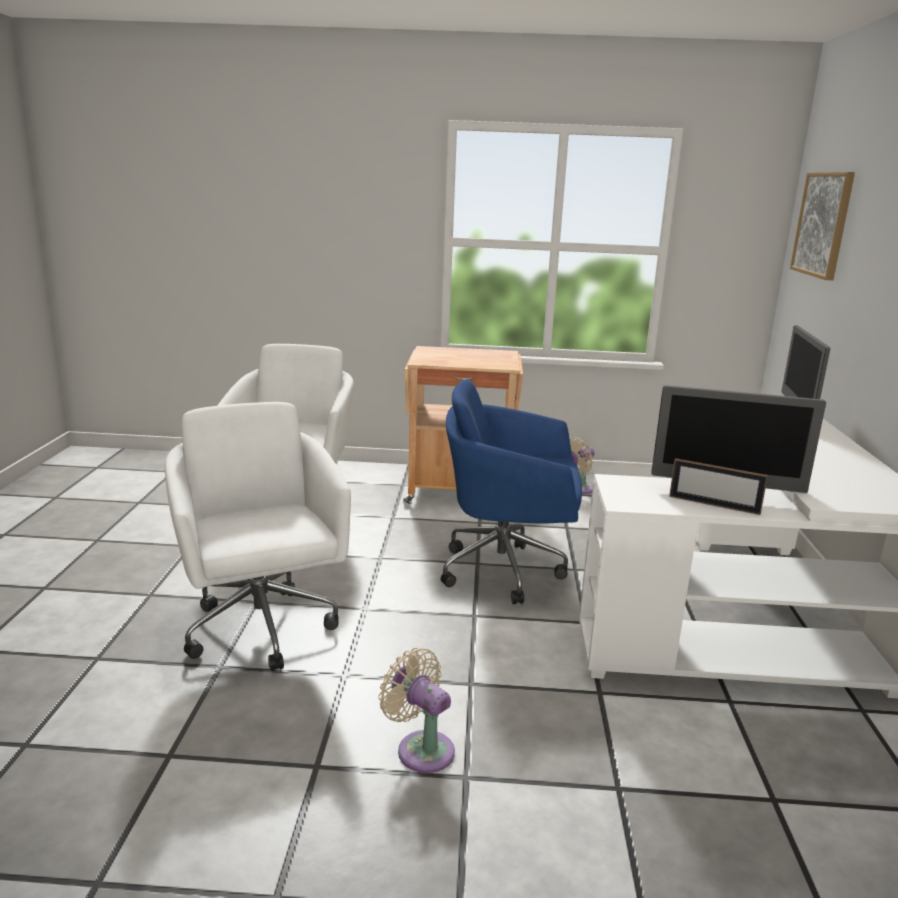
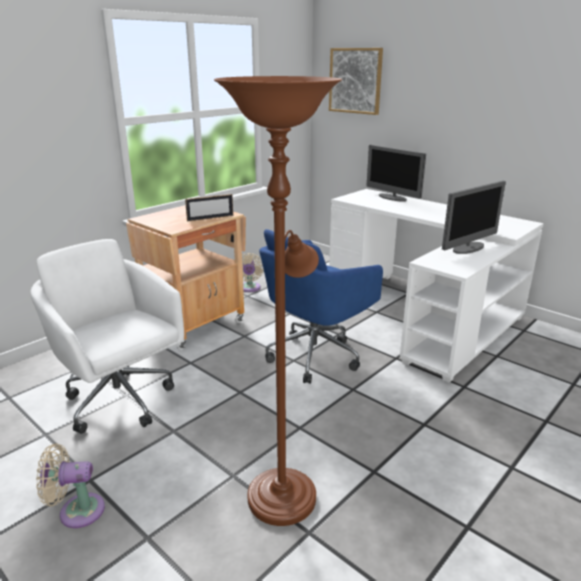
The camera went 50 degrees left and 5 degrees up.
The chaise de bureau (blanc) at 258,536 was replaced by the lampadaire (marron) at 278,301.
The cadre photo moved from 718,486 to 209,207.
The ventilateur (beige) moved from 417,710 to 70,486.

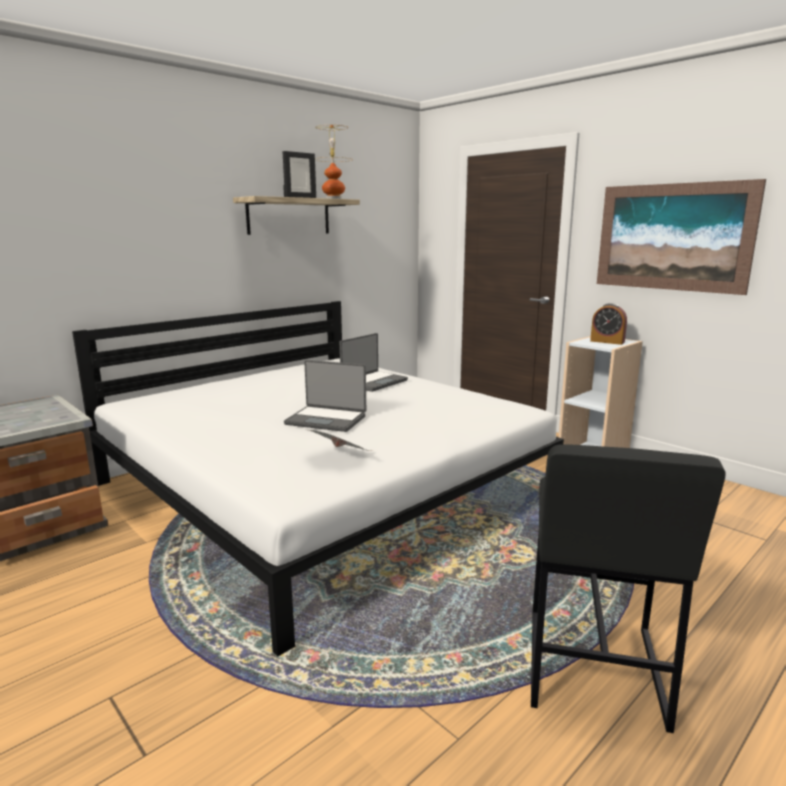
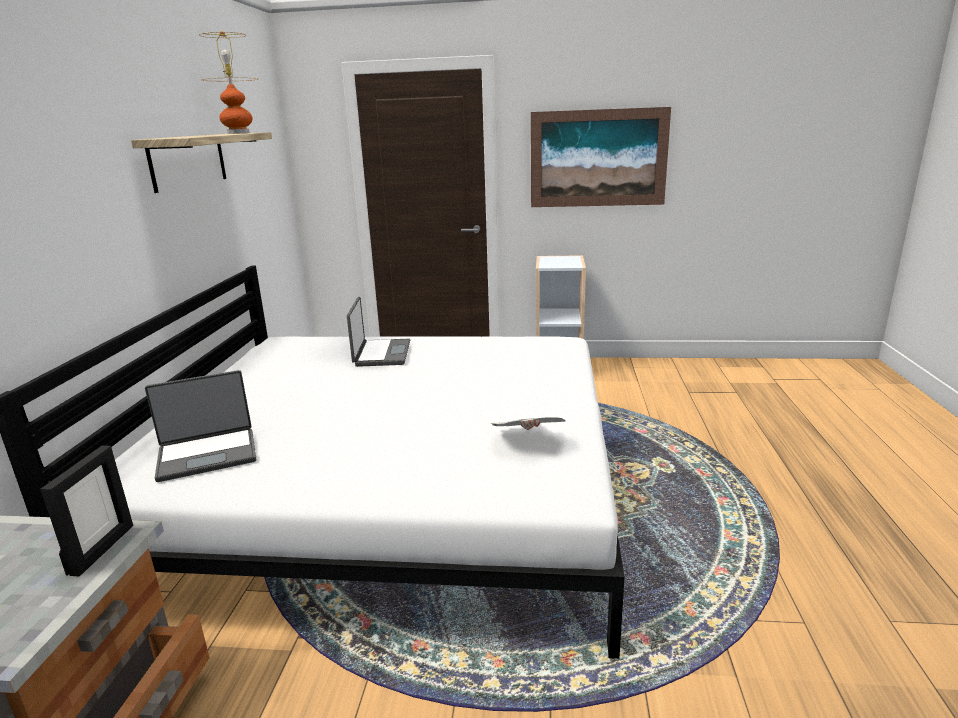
The camera went 40 degrees left and 5 degrees up.
The cadre photo moved from 299,174 to 86,511.
The réveil at 608,324 disappeared.
The ordinateur portable moved from 325,396 to 201,426.
The chaise (noir) at 628,588 disappeared.

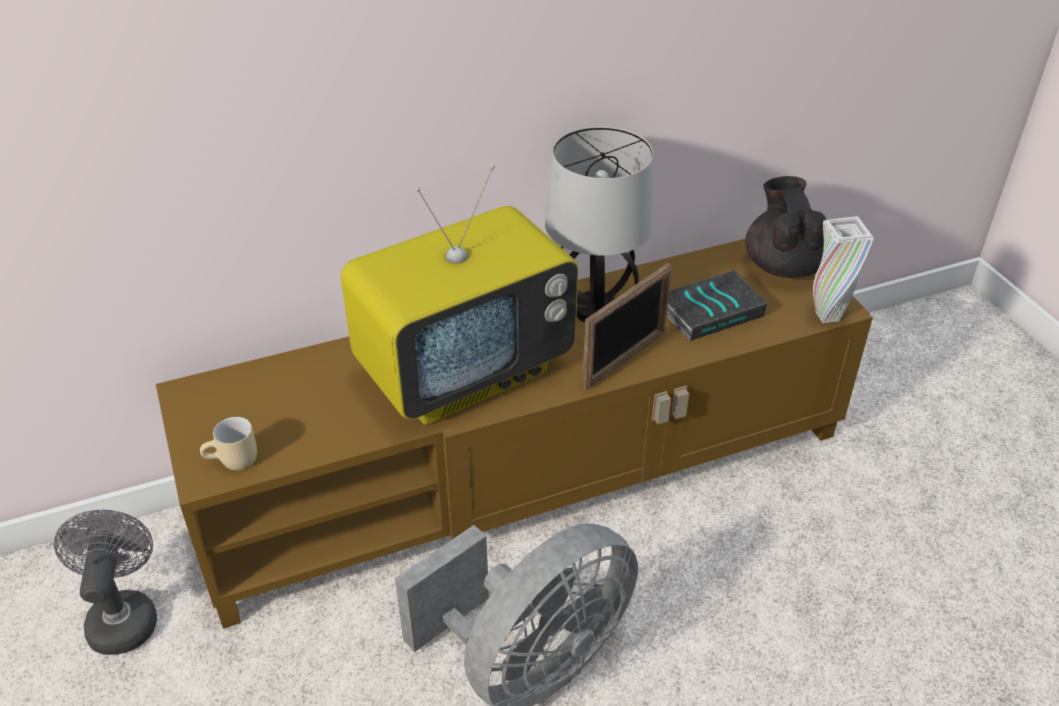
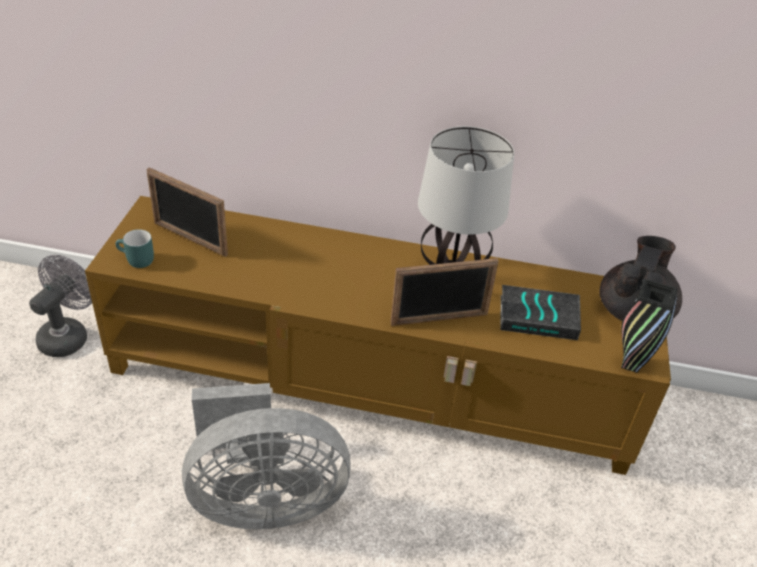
The camera went 30 degrees right and 0 degrees up.
The téléviseur at 459,294 disappeared.
The vase (blanc) at 843,269 became the vase (noir) at 649,326.
The mug (beige) at 228,443 became the mug (turquoise) at 134,248.
The cadre photo at 187,212 appeared.

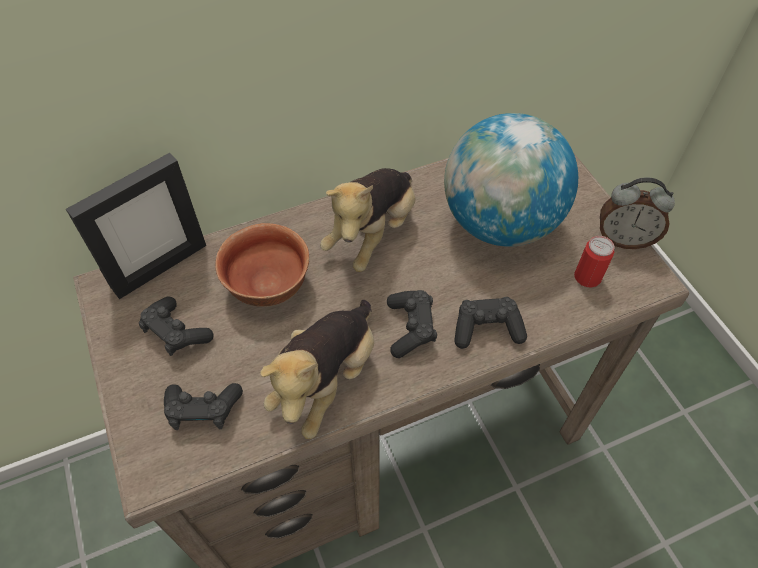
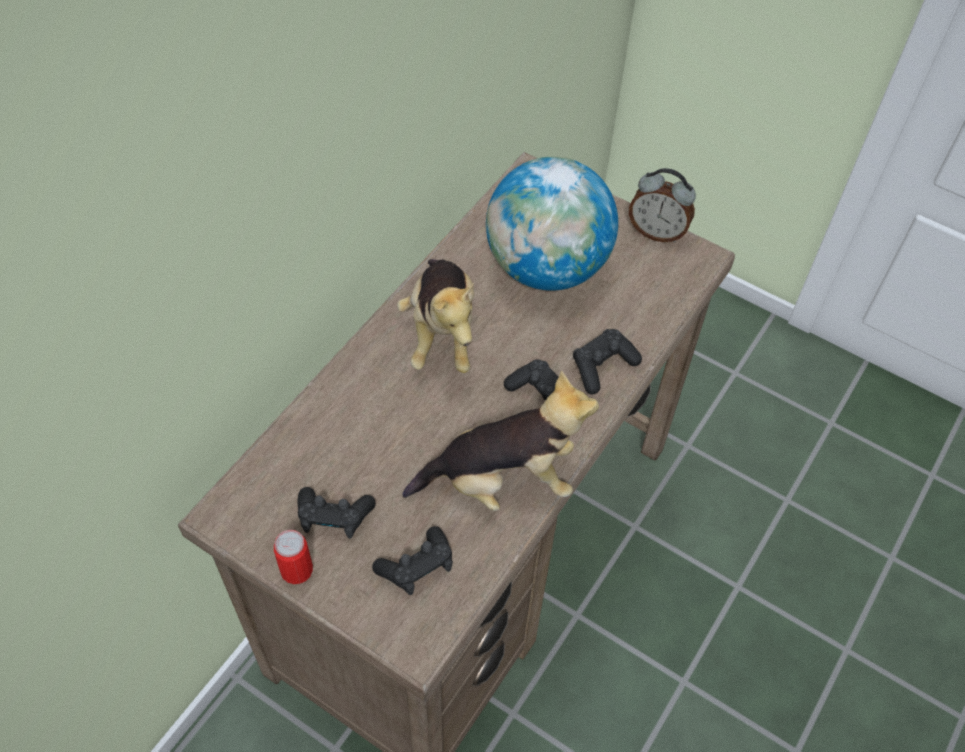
The camera went 35 degrees left and 0 degrees up.
The cadre photo at 136,226 disappeared.
The réveil at 637,213 turned 45 degrees clockwise.
The bol at 262,265 disappeared.
The boîte métallique moved from 594,261 to 293,557.
The peluche at 317,369 turned 90 degrees counterclockwise.

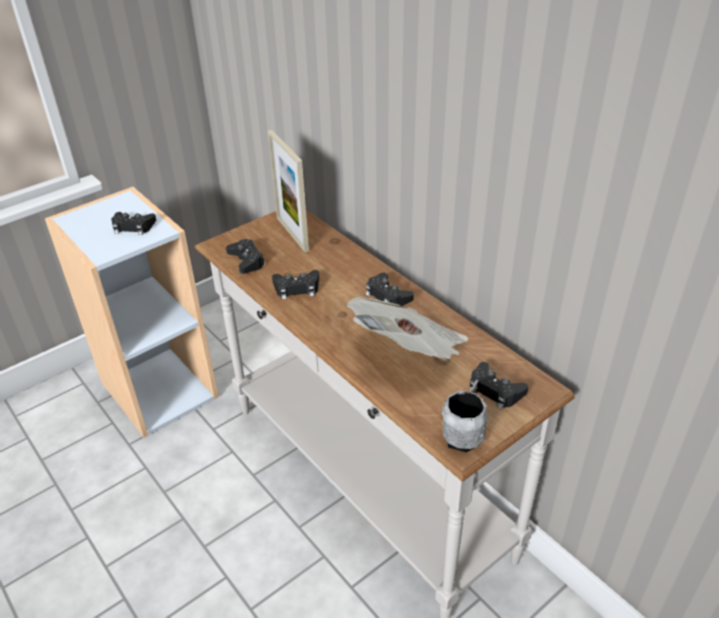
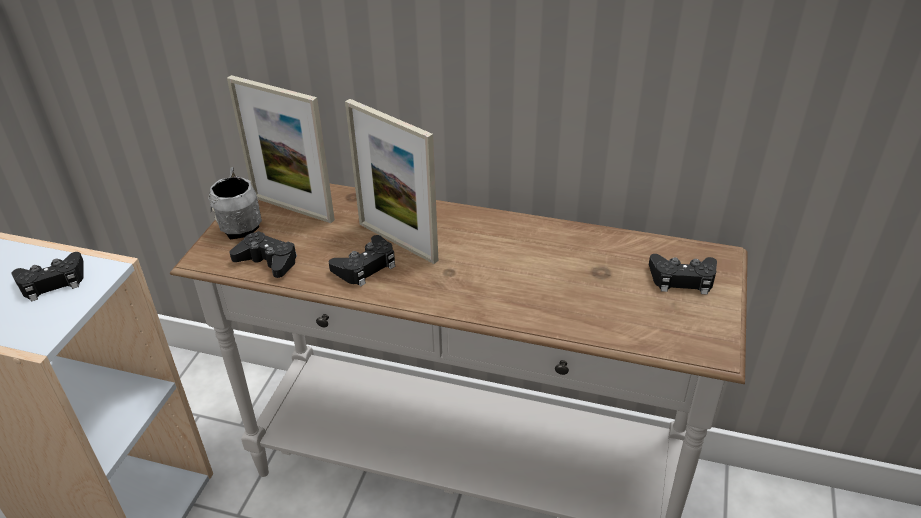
The camera went 35 degrees left and 0 degrees up.
The manette (noir) at 390,289 disappeared.
The journal at 407,328 disappeared.
The mug (gris) moved from 464,416 to 235,203.
The cadre photo at 391,181 appeared.

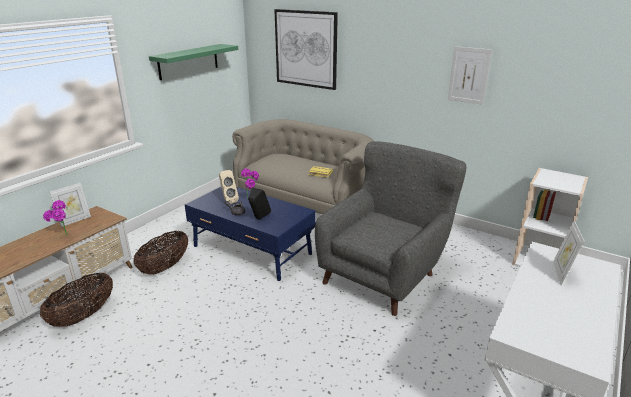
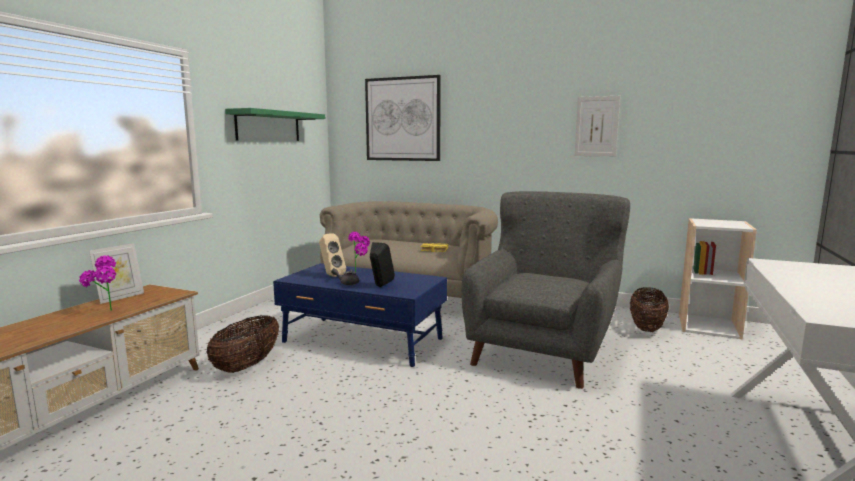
The camera went 10 degrees left and 15 degrees down.
The cadre photo at 568,252 disappeared.
The panier moved from 76,299 to 649,309.

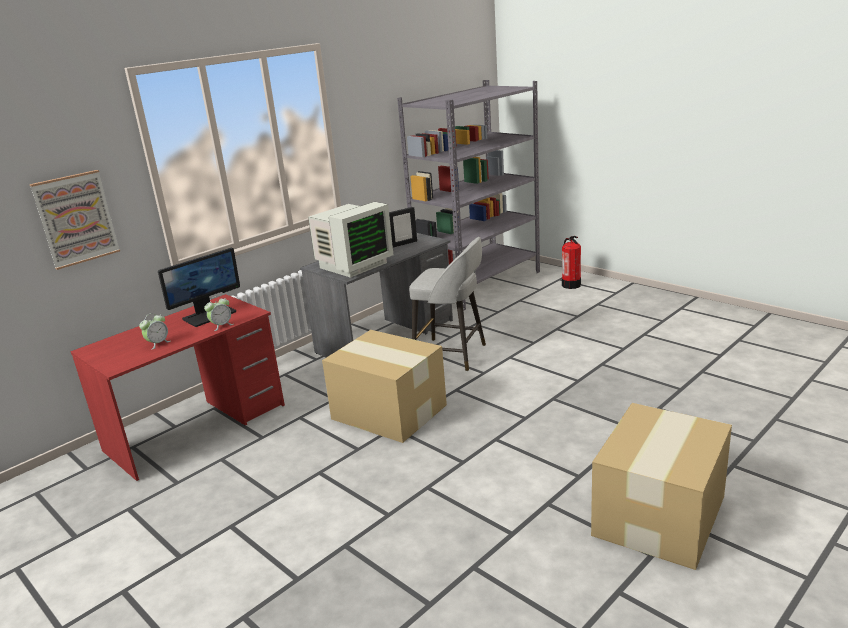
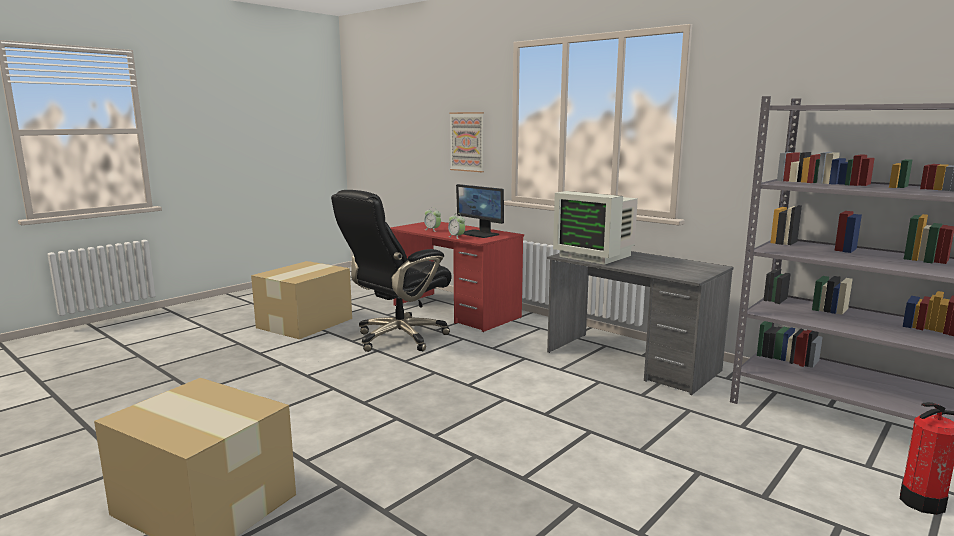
The camera went 85 degrees right and 10 degrees down.
The cadre photo at 403,227 disappeared.
The tabouret (gris) at 447,304 disappeared.
The carton moved from 384,386 to 301,300.
The chaise de bureau (noir) at 391,271 appeared.

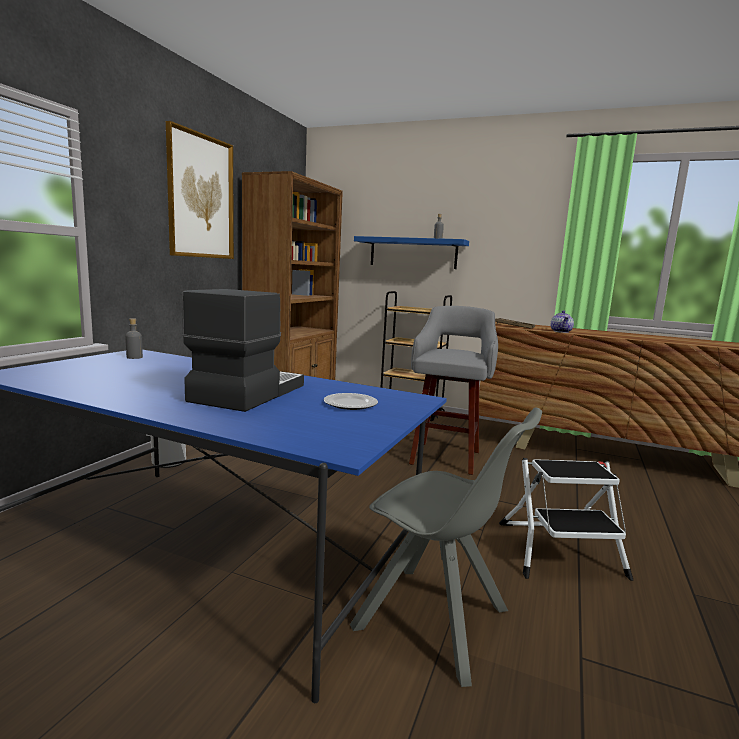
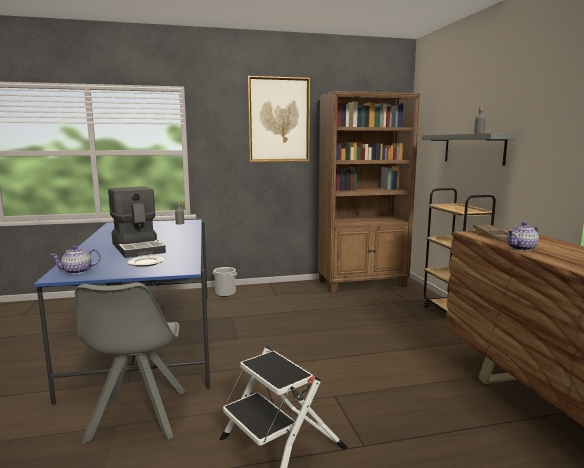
The camera went 55 degrees right and 0 degrees up.
The étagère (bleu) at 411,252 became the étagère (gris) at 469,149.
The machine à café at 243,350 turned 75 degrees clockwise.
The tabouret (gris) at 453,390 disappeared.
The théière at 75,260 appeared.

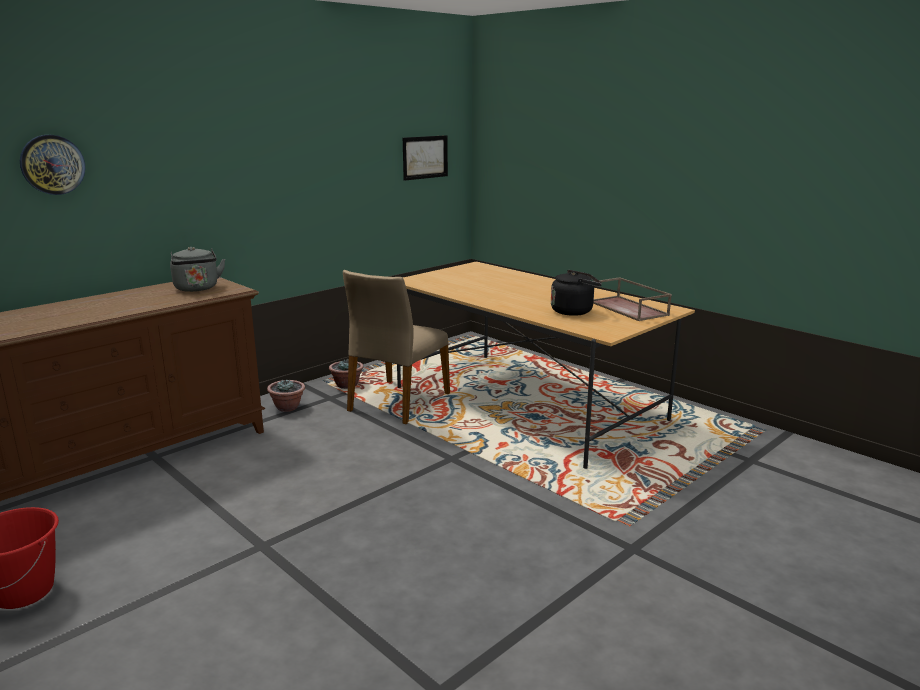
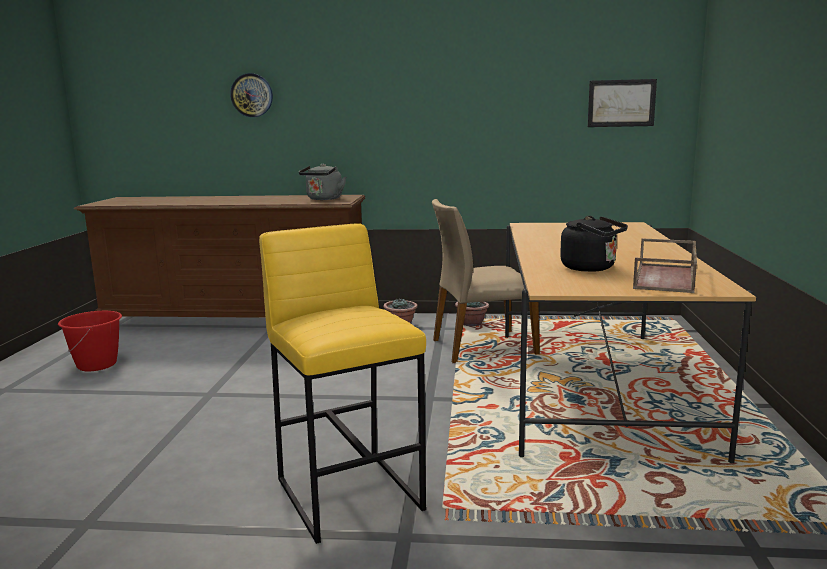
The camera went 50 degrees right and 5 degrees down.
The tabouret (jaune) at 342,383 appeared.

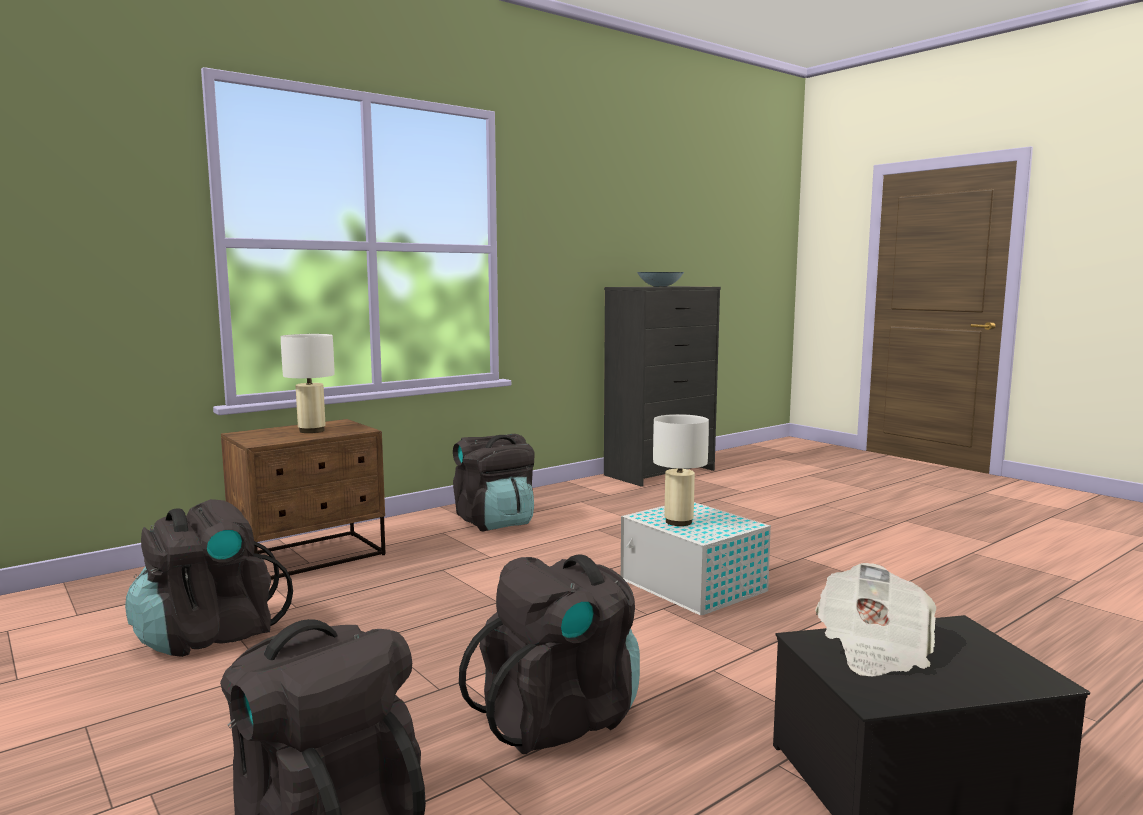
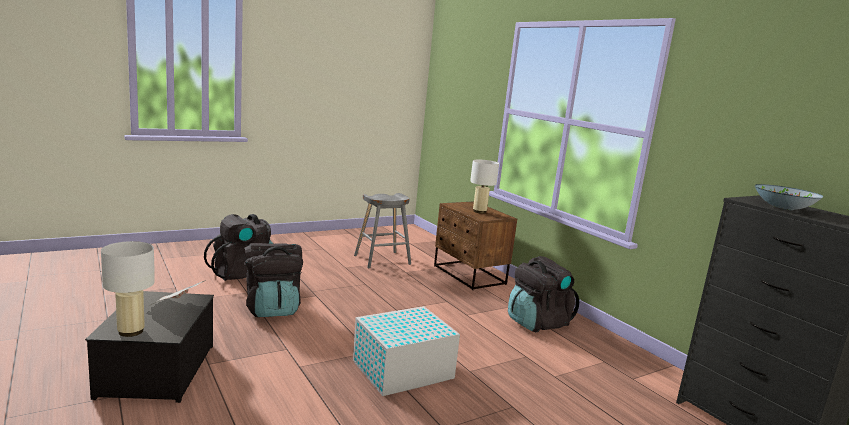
The camera went 95 degrees right and 5 degrees up.
The lampe de table (blanc) moved from 681,470 to 128,289.
The sac à dos (noir) at 209,578 was replaced by the tabouret (gris) at 382,231.

